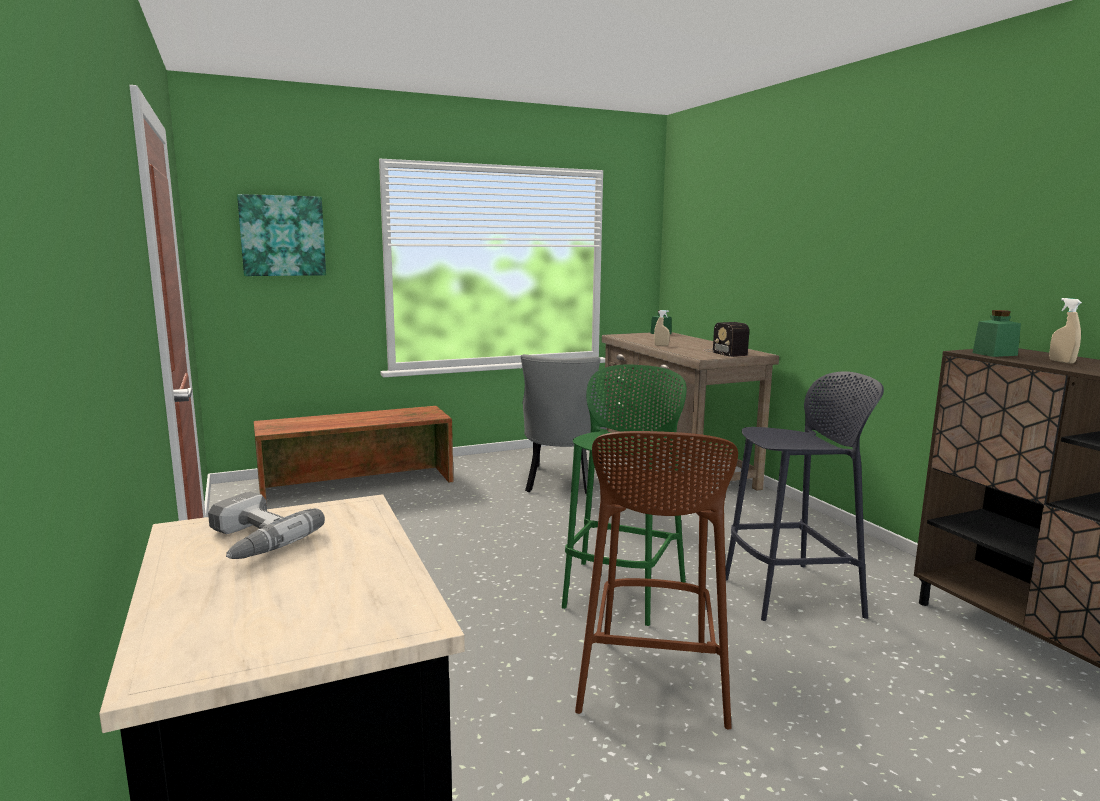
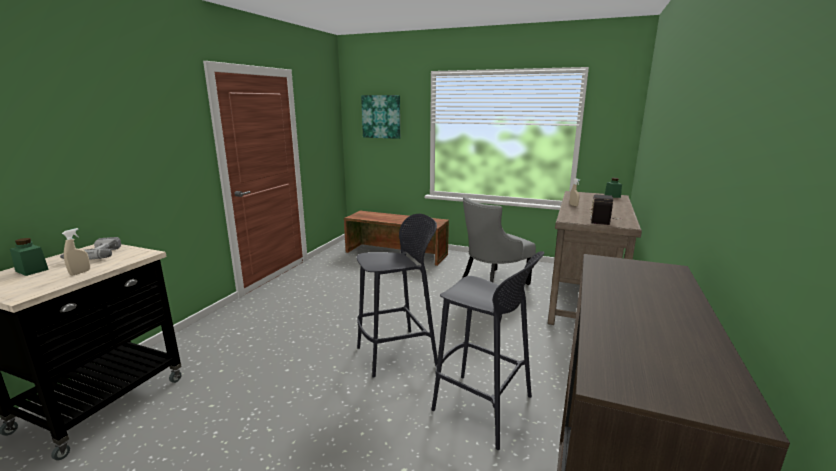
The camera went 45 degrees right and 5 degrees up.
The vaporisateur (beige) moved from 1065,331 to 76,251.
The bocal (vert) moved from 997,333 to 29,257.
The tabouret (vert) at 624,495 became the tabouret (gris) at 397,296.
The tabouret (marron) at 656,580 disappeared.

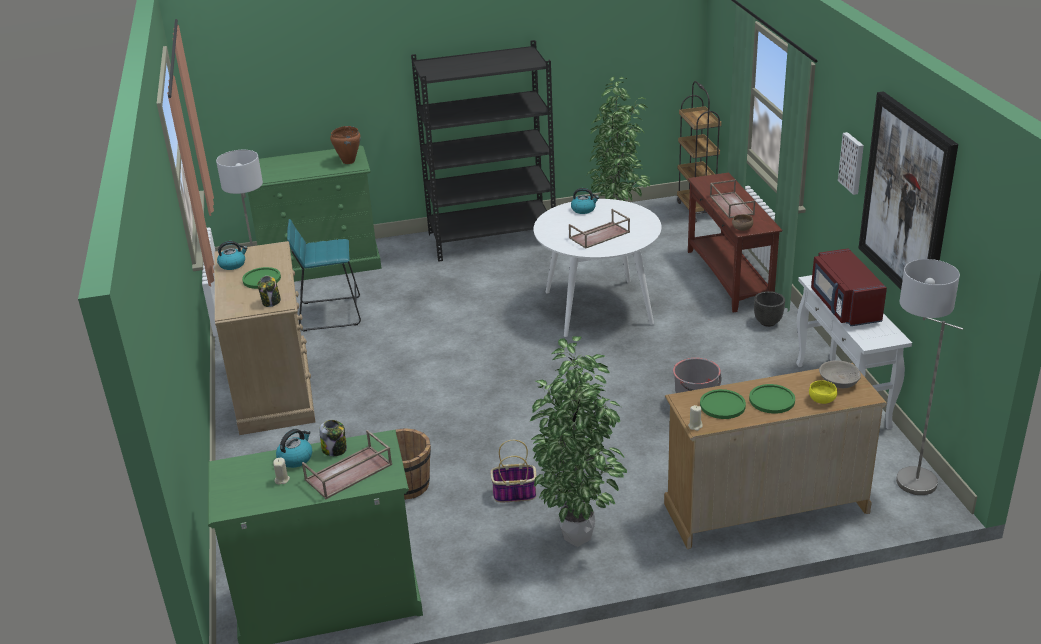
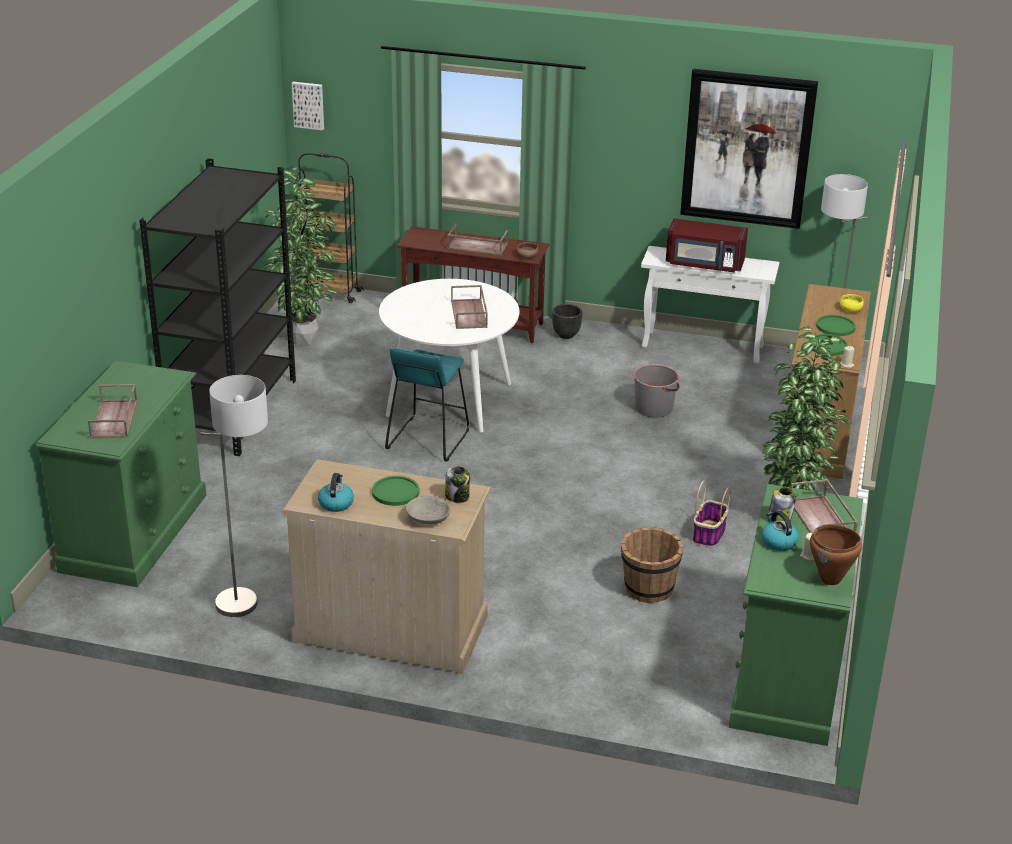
The camera went 65 degrees left and 0 degrees up.
The marmite (marron) moved from 345,145 to 836,554.
The tableau moved from 851,163 to 308,106.
The bouilloire at 585,201 disappeared.
The tabouret (turquoise) moved from 324,275 to 427,405.
The bol (gris) moved from 840,374 to 428,510.
The plateau (marron) at 112,411 appeared.

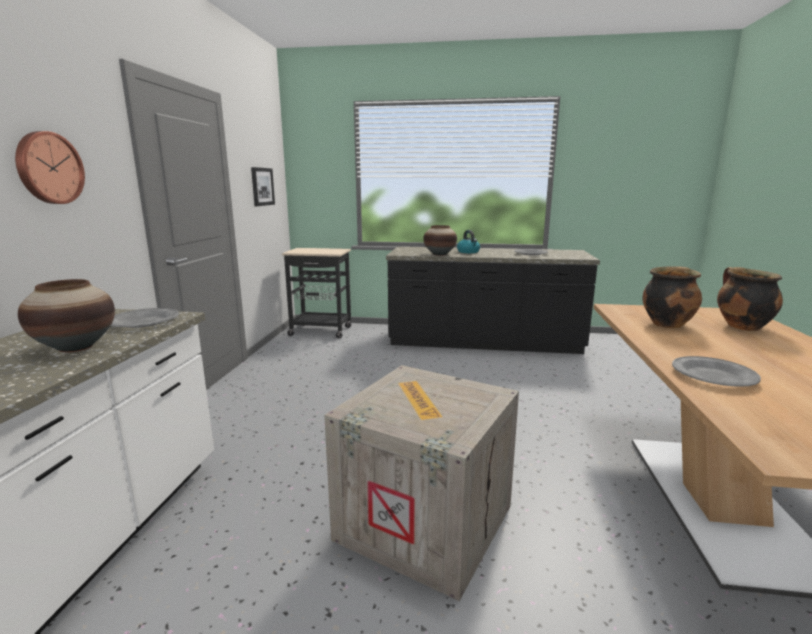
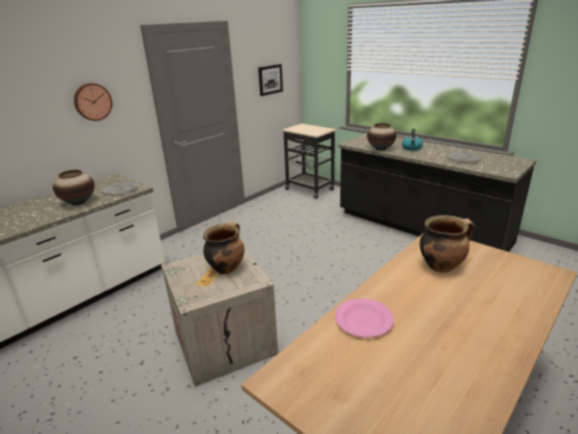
The camera went 35 degrees right and 10 degrees up.
The marmite moved from 750,299 to 224,248.
The assiette (gris) at 716,371 became the assiette (rose) at 364,318.

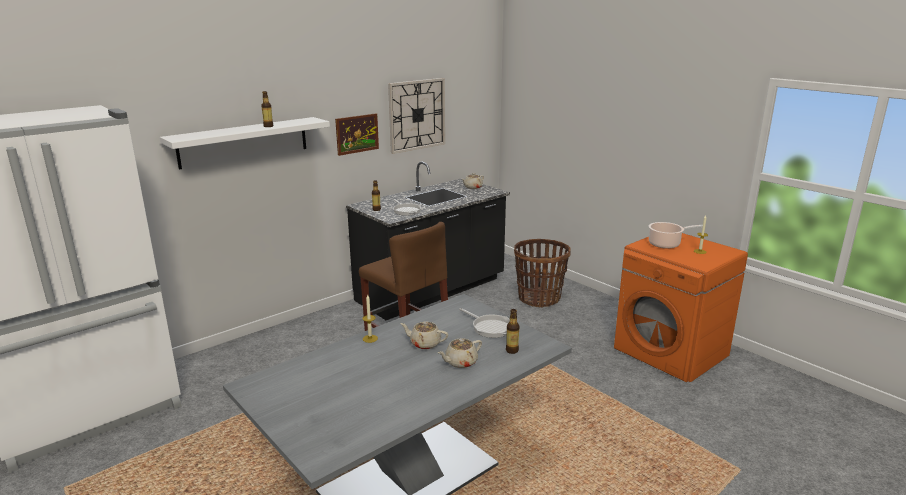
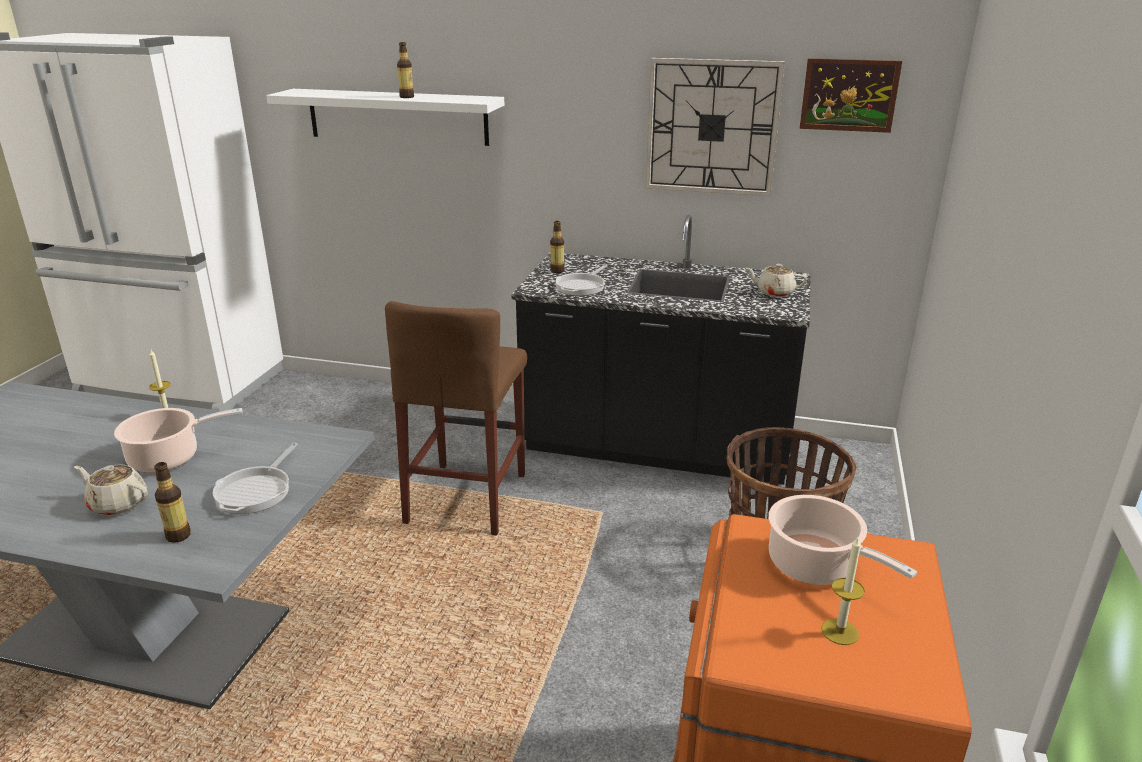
The camera went 55 degrees right and 5 degrees up.
The tableau moved from 357,134 to 850,95.
The théière (beige) at 424,335 was replaced by the marmite at 178,440.

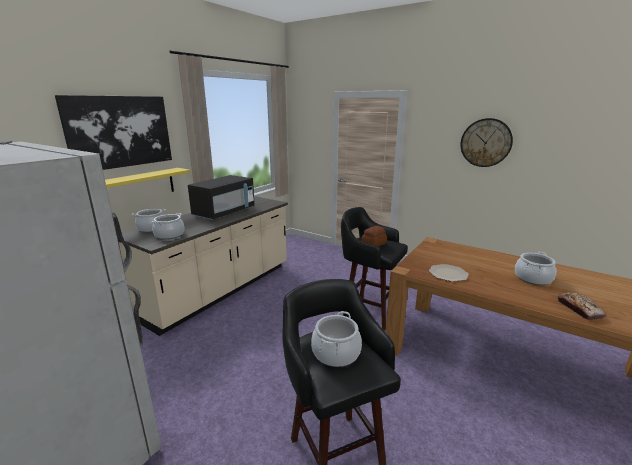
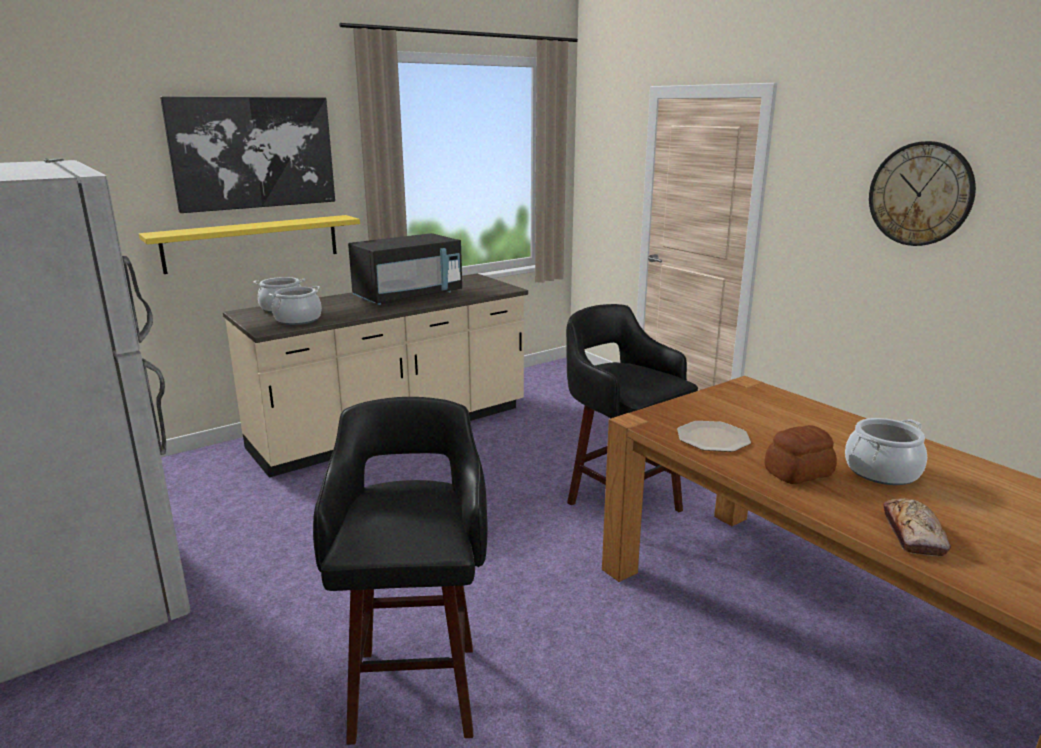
The camera went 20 degrees right and 0 degrees up.
The pain moved from 374,236 to 801,454.
The marmite at 336,339 disappeared.

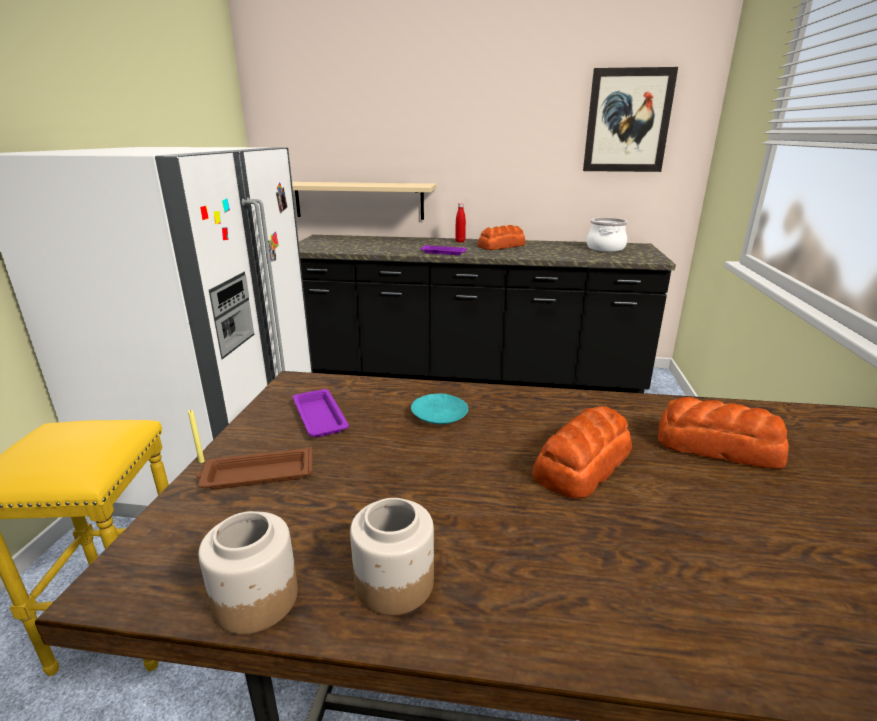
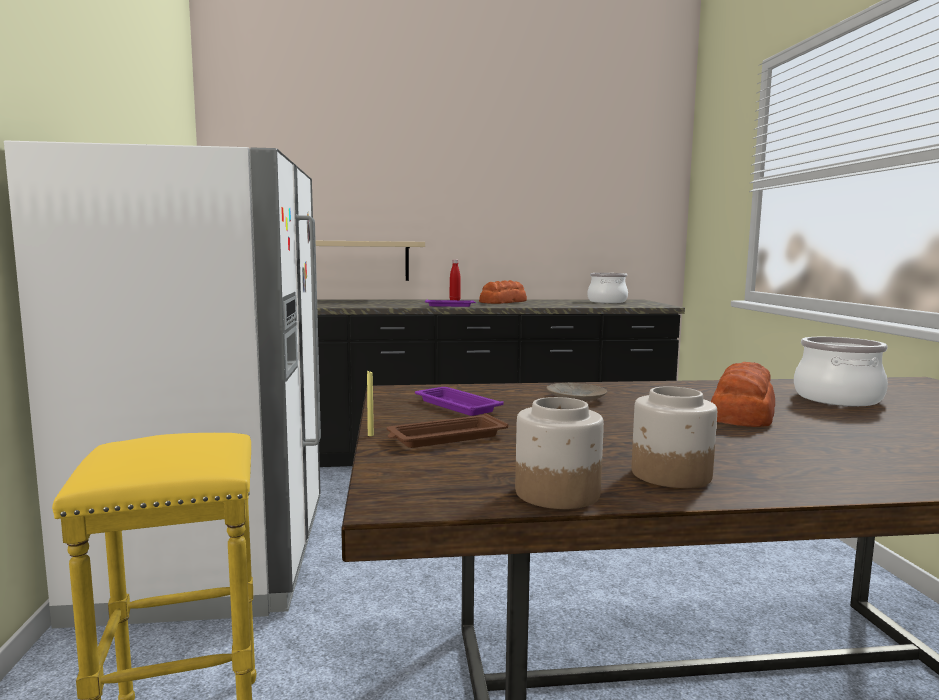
The camera went 15 degrees left and 15 degrees down.
The tableau at 630,119 disappeared.
The assiette (turquoise) at 439,408 became the assiette (beige) at 576,391.
The pain at 723,433 was replaced by the marmite at 841,371.

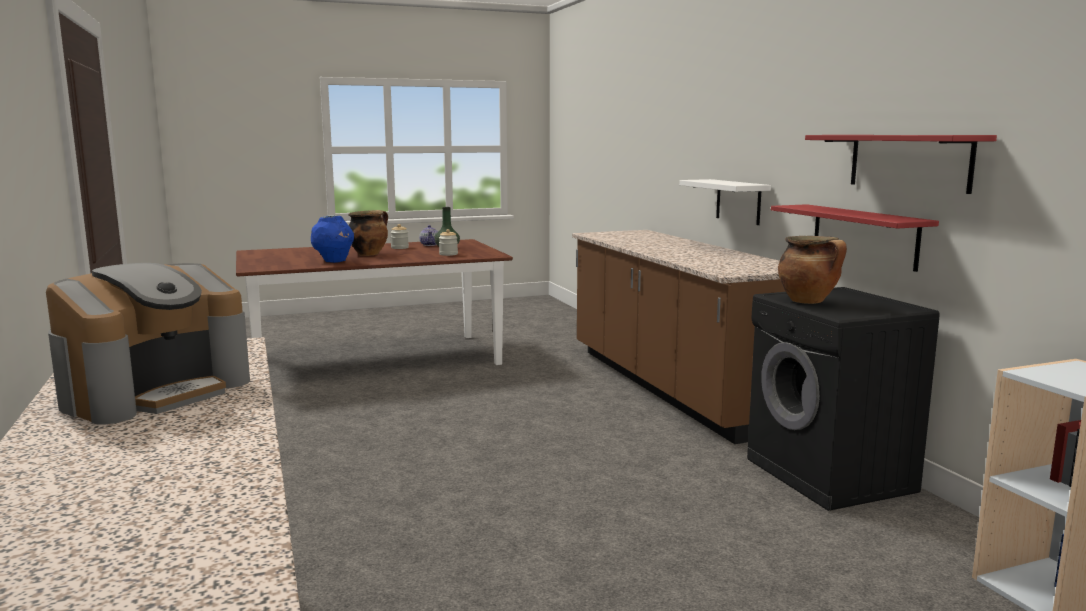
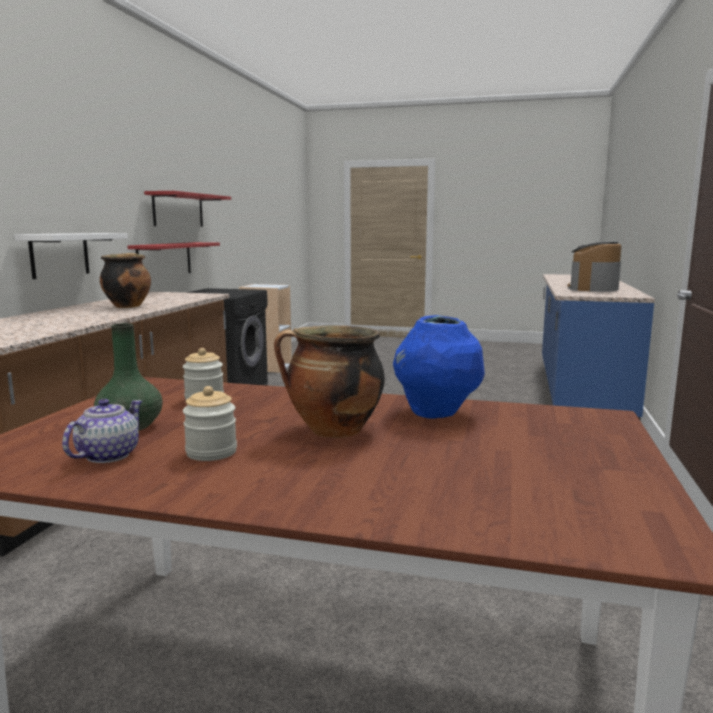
The camera went 145 degrees left and 0 degrees up.
The marmite moved from 812,270 to 125,280.
The machine à café at 148,343 turned 45 degrees counterclockwise.

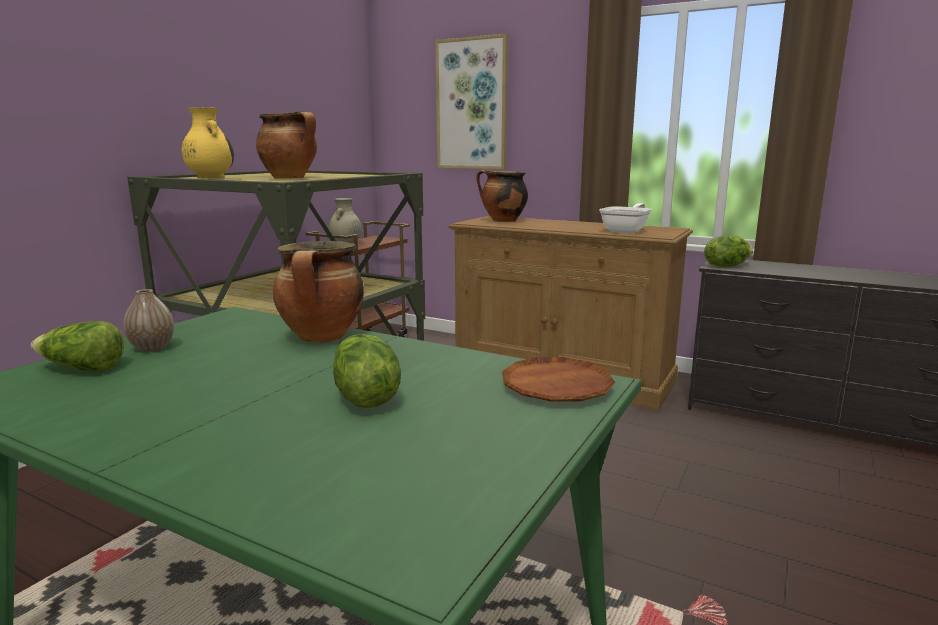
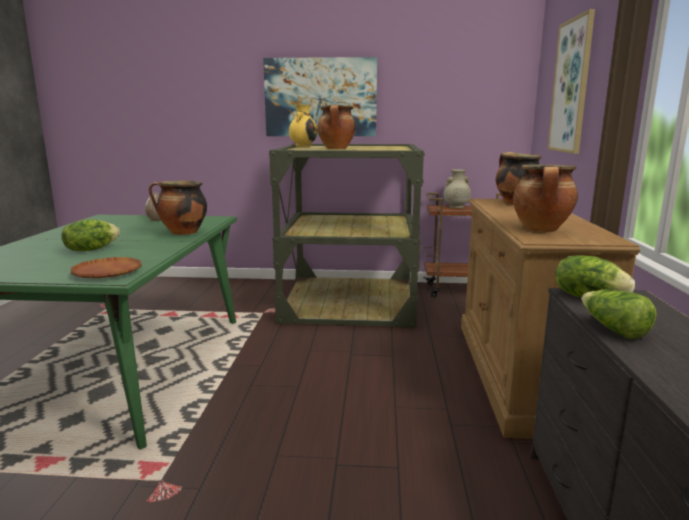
The camera went 65 degrees right and 0 degrees up.
The poêle at 625,218 was replaced by the marmite at 545,198.
The laitue moved from 77,346 to 619,314.
The tableau at 320,96 appeared.

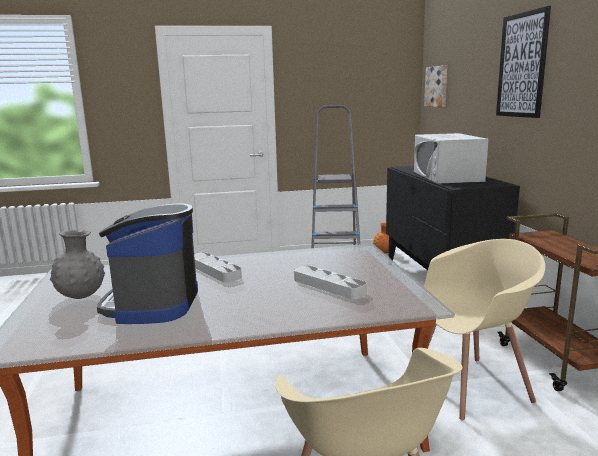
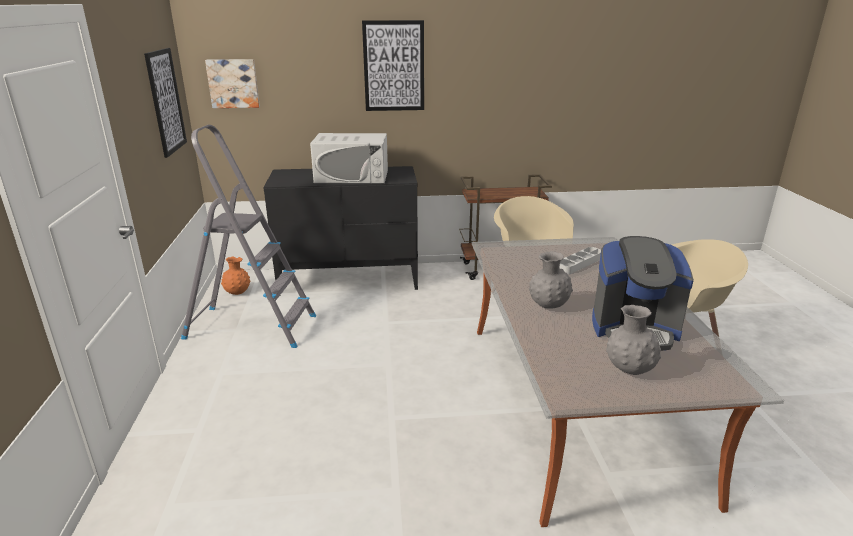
The camera went 85 degrees left and 10 degrees up.
The plateau (gris) at 218,267 was replaced by the vase (gris) at 551,280.
The tableau at 165,103 appeared.

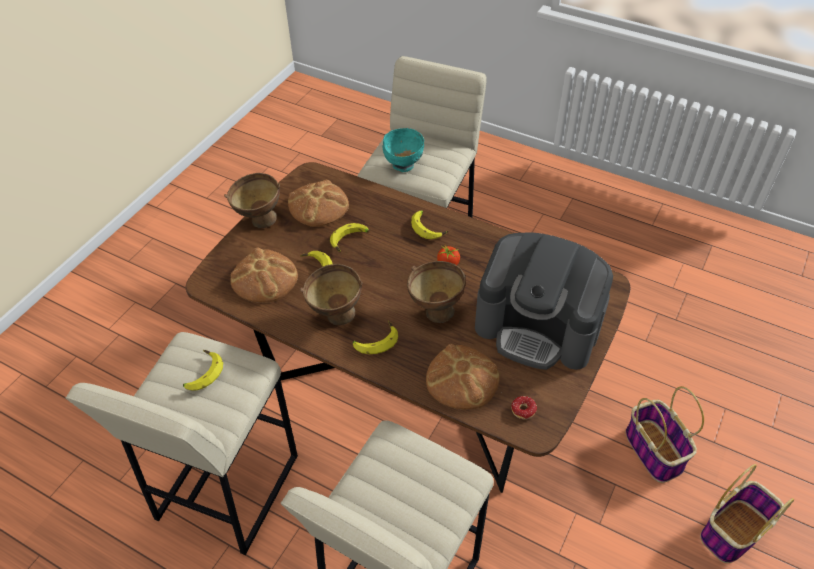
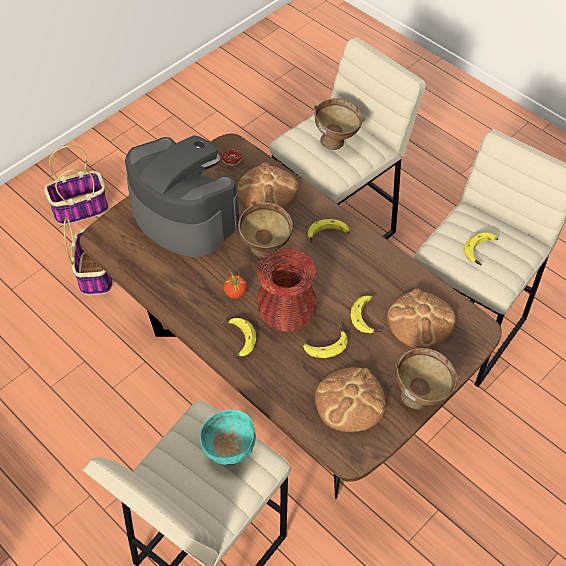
The camera went 165 degrees left and 5 degrees up.
The bol (marron) moved from 331,294 to 339,124.
The vase (rouge) at 287,290 appeared.

